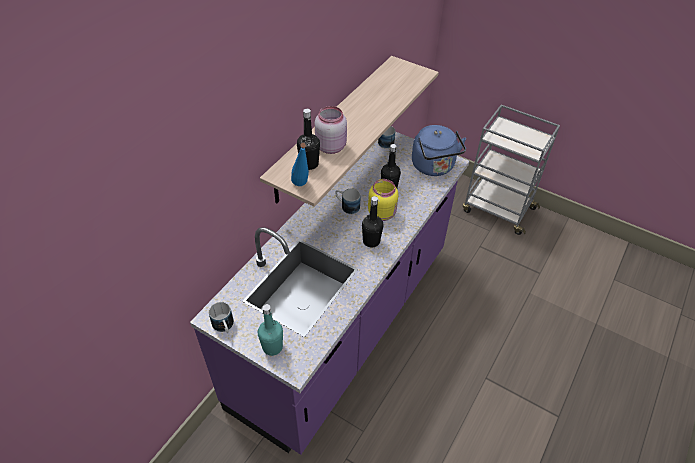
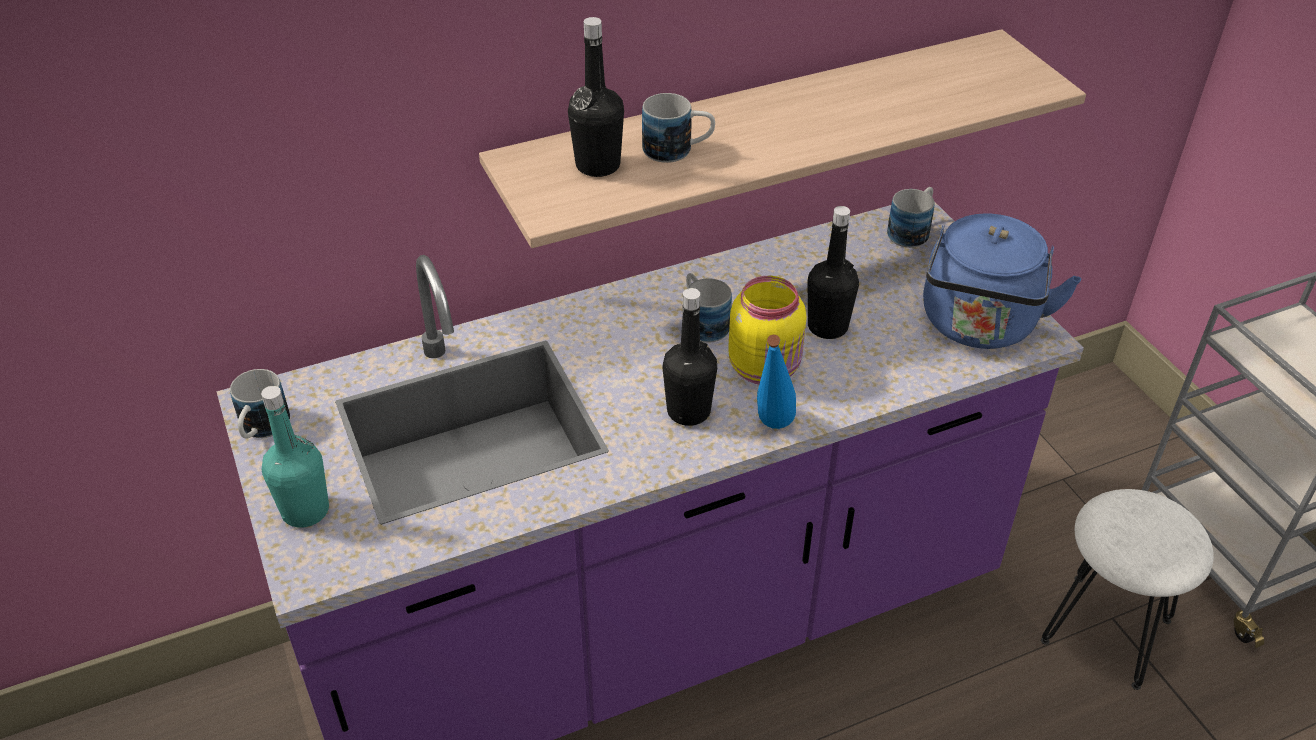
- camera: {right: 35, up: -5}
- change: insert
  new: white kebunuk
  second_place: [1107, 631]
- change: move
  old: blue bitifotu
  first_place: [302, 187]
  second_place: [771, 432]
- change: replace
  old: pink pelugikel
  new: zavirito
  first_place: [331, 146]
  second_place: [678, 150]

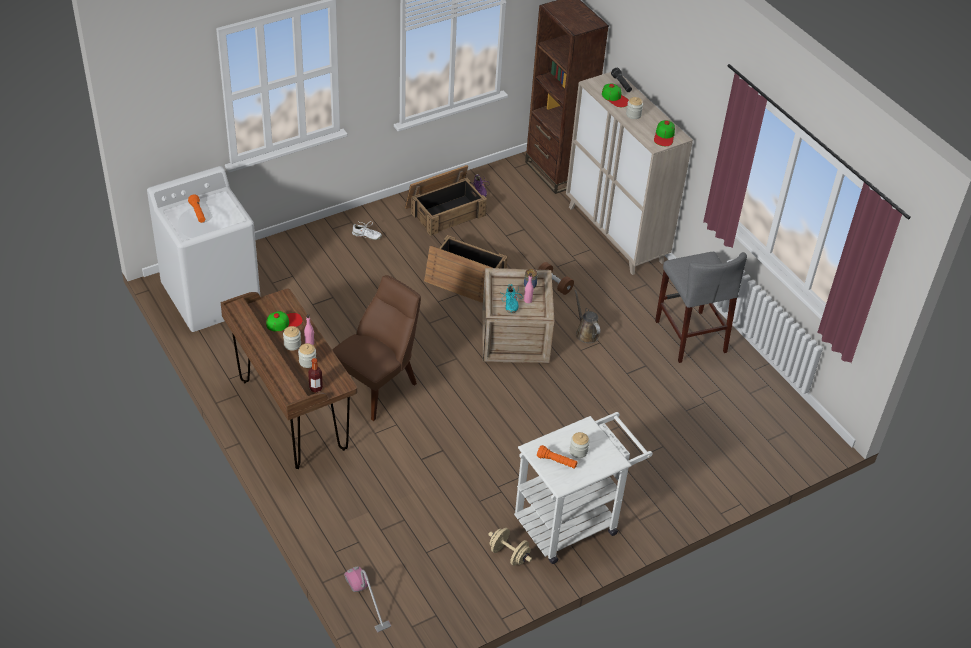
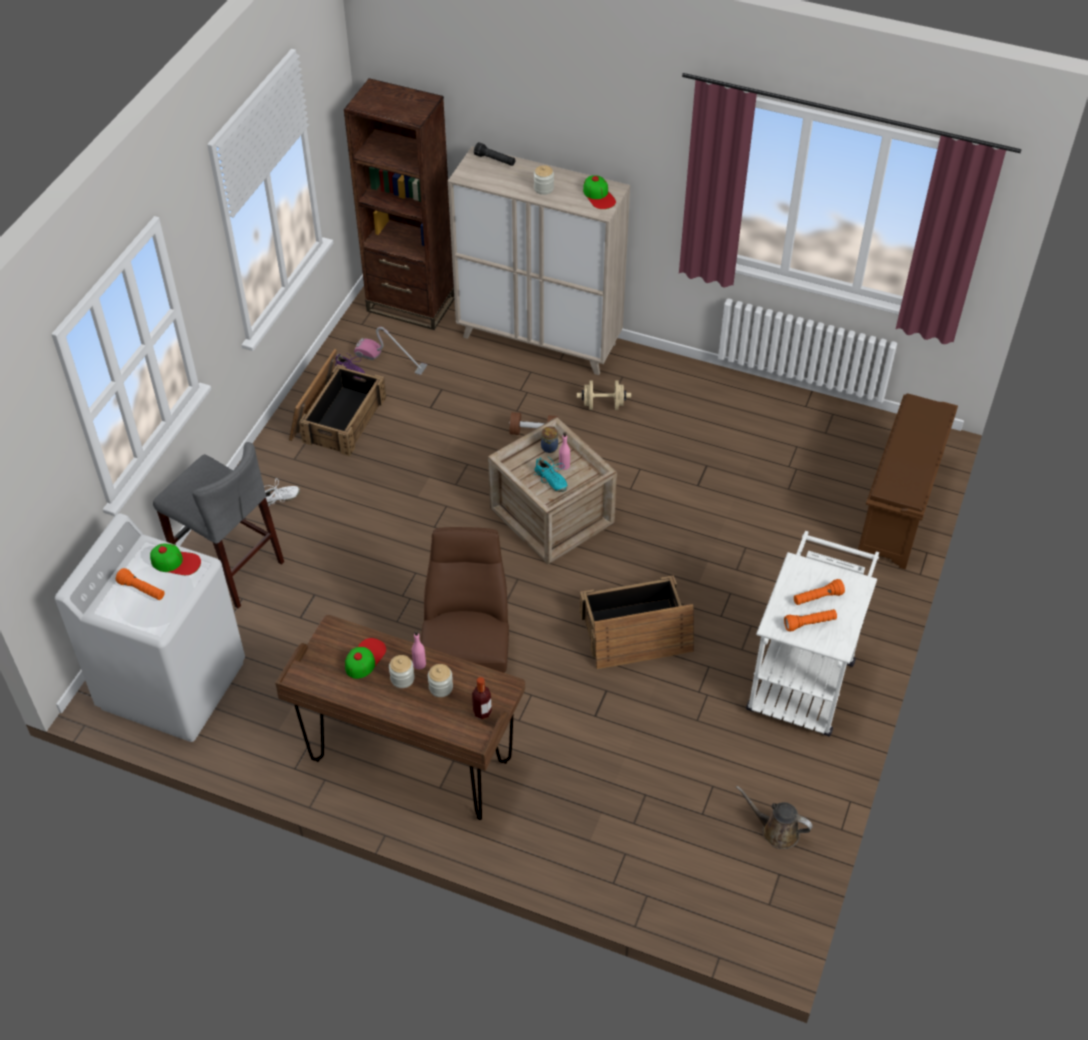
- camera: {right: -35, up: 5}
- change: insert
  new: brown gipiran
  second_place: [898, 511]
- change: move
  old: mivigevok
  first_place: [367, 601]
  second_place: [390, 360]
- change: move
  old: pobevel
  first_place: [464, 278]
  second_place: [635, 633]
- change: move
  old: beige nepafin
  first_place: [509, 554]
  second_place: [603, 405]
- change: move
  old: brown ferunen
  first_place: [586, 332]
  second_place: [776, 830]
- change: move
  old: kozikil
  first_place: [615, 98]
  second_place: [175, 562]
- change: move
  old: grey kebunuk
  first_place: [690, 336]
  second_place: [230, 566]
- change: replace
  old: pelugikel
  new: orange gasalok
  first_place: [578, 451]
  second_place: [817, 598]

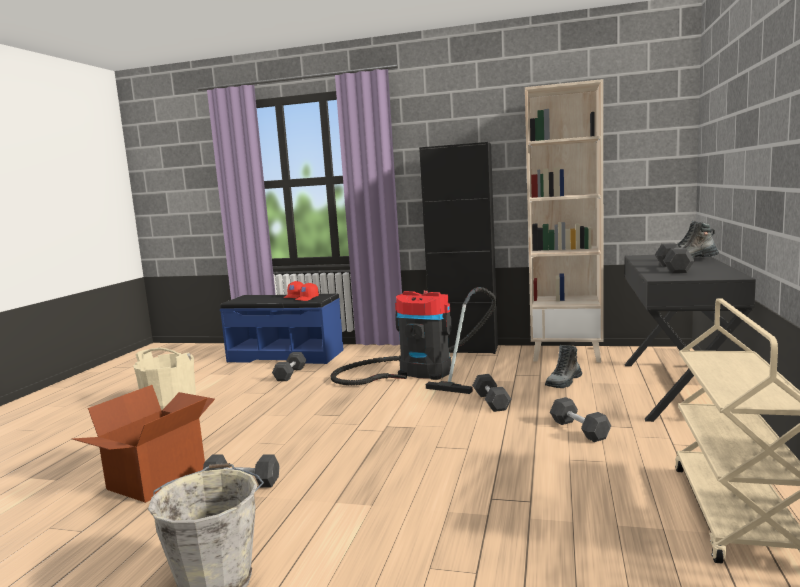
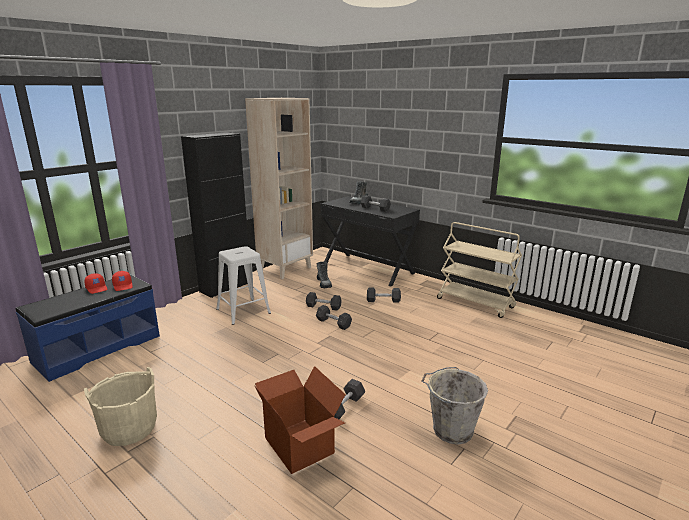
- camera: {right: -65, up: 10}
- change: move
  old: grey nepafin
  first_place: [290, 374]
  second_place: [333, 323]
- change: replace
  old: mivigevok
  new: white kebunuk
  first_place: [419, 372]
  second_place: [243, 311]

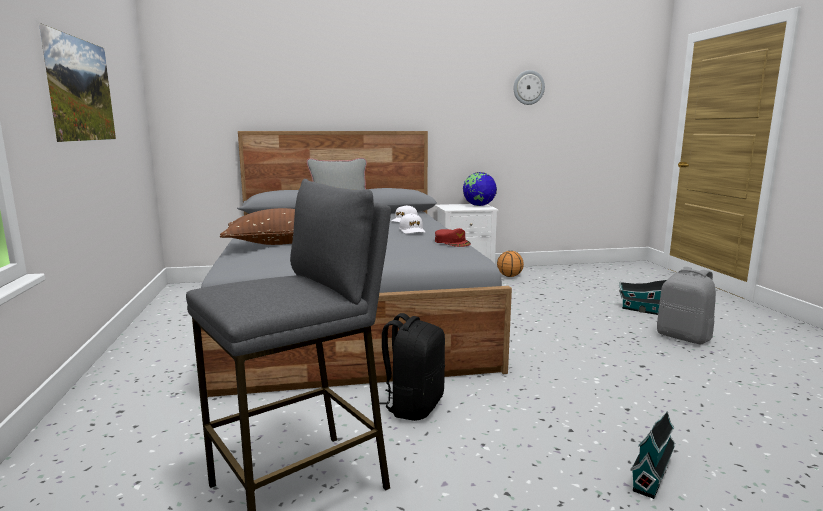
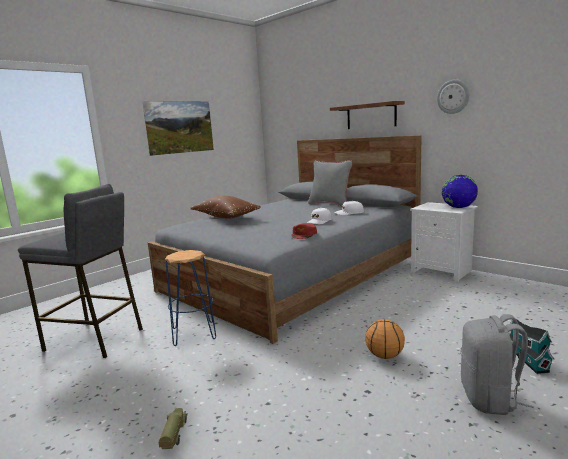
- camera: {right: 55, up: 0}
- change: insert
  new: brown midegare
  second_place: [371, 116]
- change: move
  old: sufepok
  first_place: [510, 276]
  second_place: [385, 356]
- change: move
  old: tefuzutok
  first_place: [528, 87]
  second_place: [453, 96]
- change: replace
  old: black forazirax
  new: blue kebunuk
  first_place: [413, 405]
  second_place: [194, 333]
- change: replace
  old: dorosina
  new: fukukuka
  first_place: [652, 473]
  second_place: [173, 435]

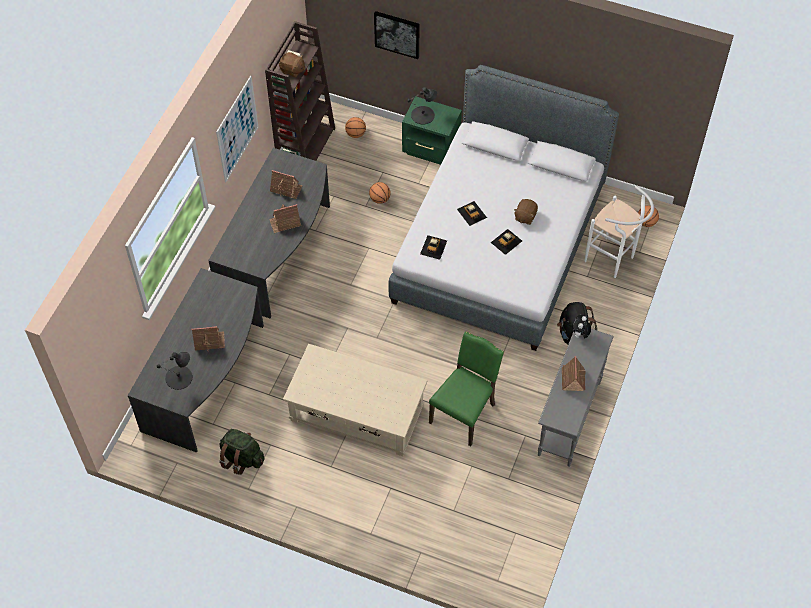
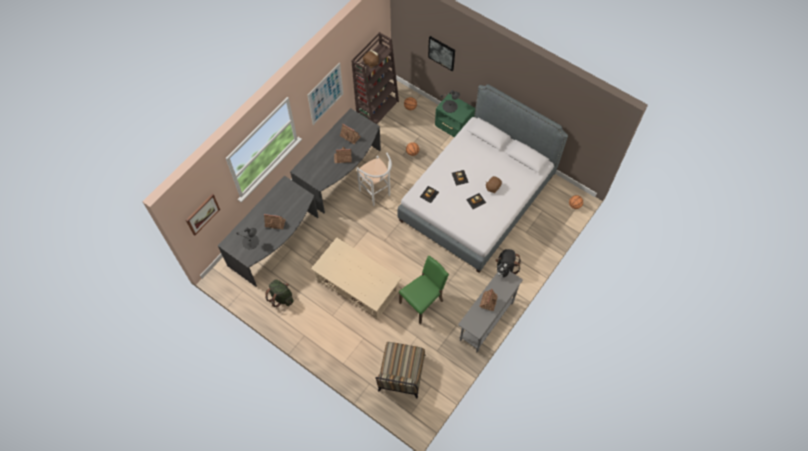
- camera: {right: 15, up: 5}
- change: insert
  new: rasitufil
  second_place: [202, 214]
- change: insert
  new: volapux
  second_place: [401, 376]
- change: move
  old: white kebunuk
  first_place: [613, 261]
  second_place: [377, 195]

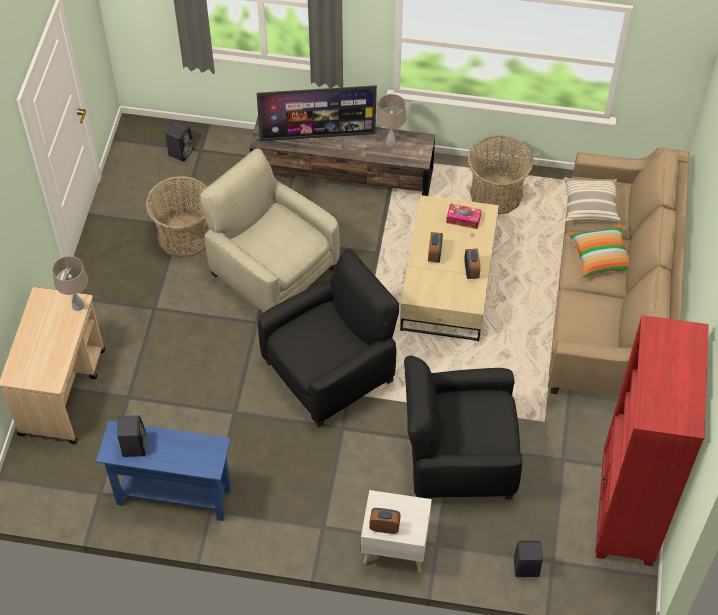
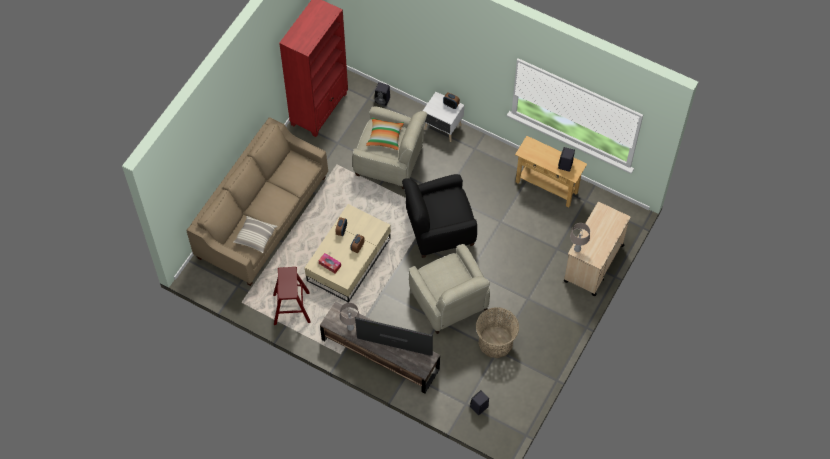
- camera: {right: -160, up: 5}
- change: move
  old: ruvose
  first_place: [600, 257]
  second_place: [385, 137]
- change: replace
  old: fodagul
  new: red kebunuk
  first_place: [496, 194]
  second_place: [291, 308]
- change: recolor
  old: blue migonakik
  new: beige migonakik
  first_place: [174, 496]
  second_place: [546, 187]
- change: recolor
  old: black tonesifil
  new: beige tonesifil
  first_place: [458, 456]
  second_place: [390, 161]

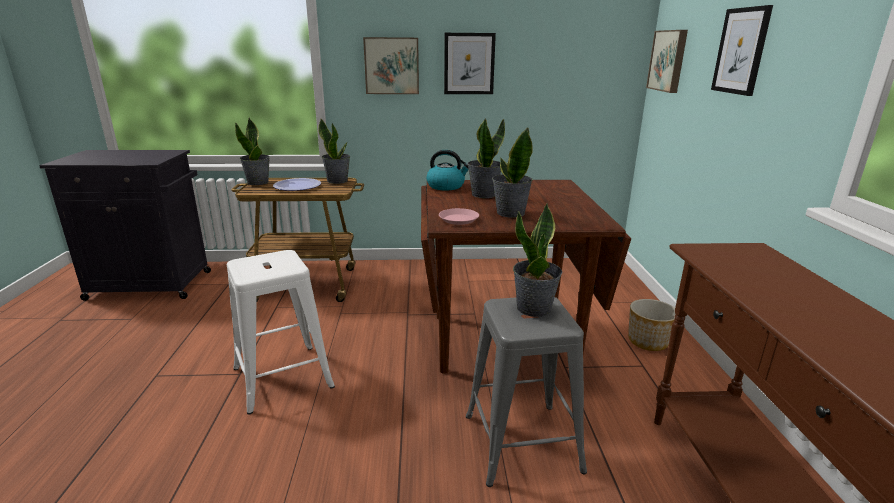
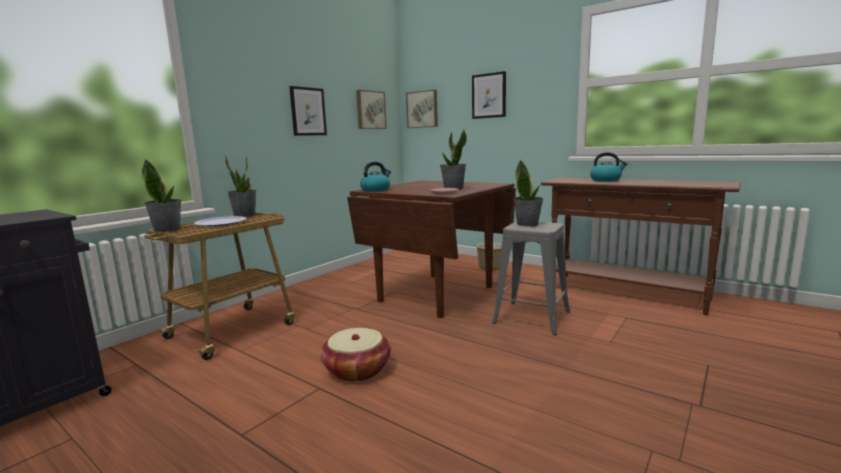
- camera: {right: -50, up: -10}
- change: delete
  old: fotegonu
  first_place: [483, 194]
- change: insert
  new: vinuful
  second_place: [606, 180]
- change: move
  old: rasitufil
  first_place: [392, 66]
  second_place: [370, 110]
- change: replace
  old: white kebunuk
  new: fodagul
  first_place: [283, 377]
  second_place: [357, 370]

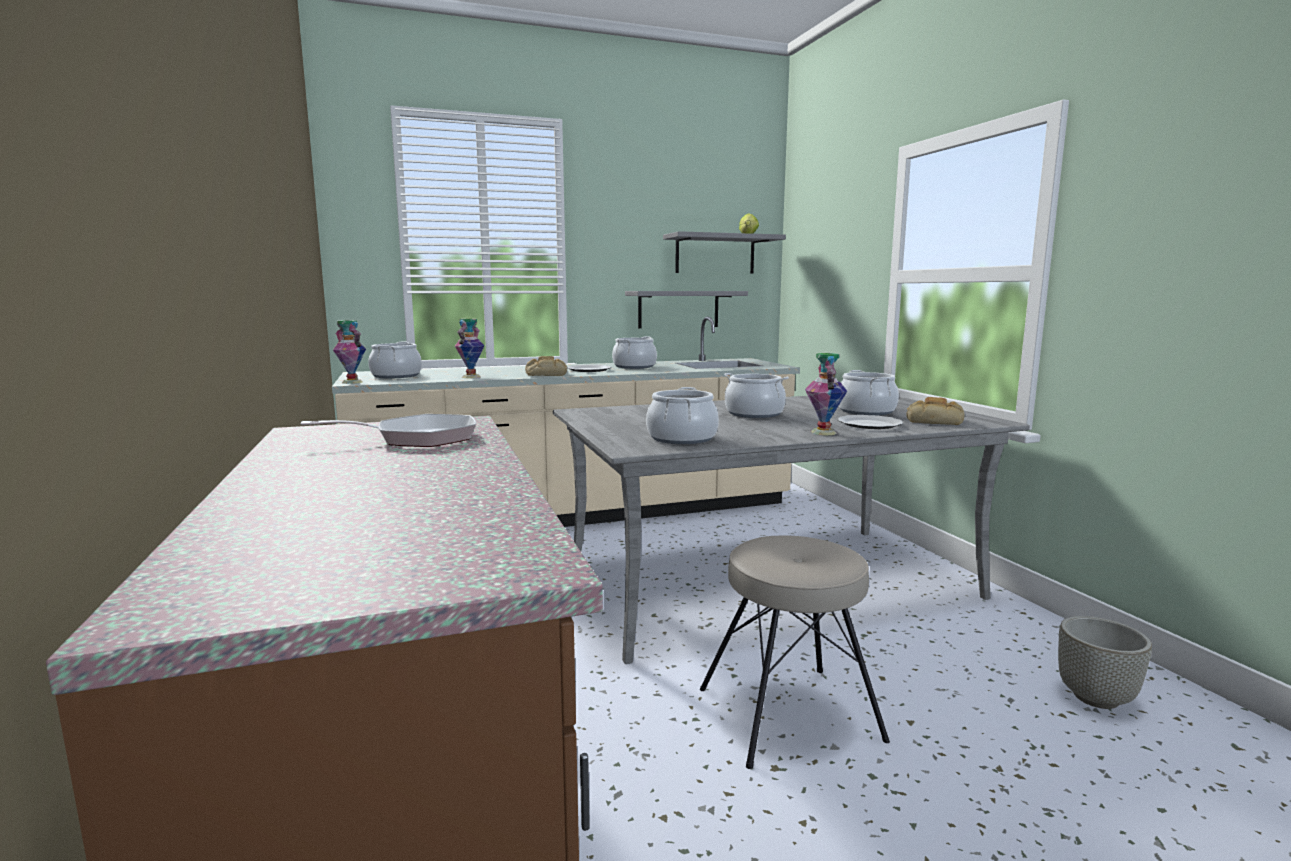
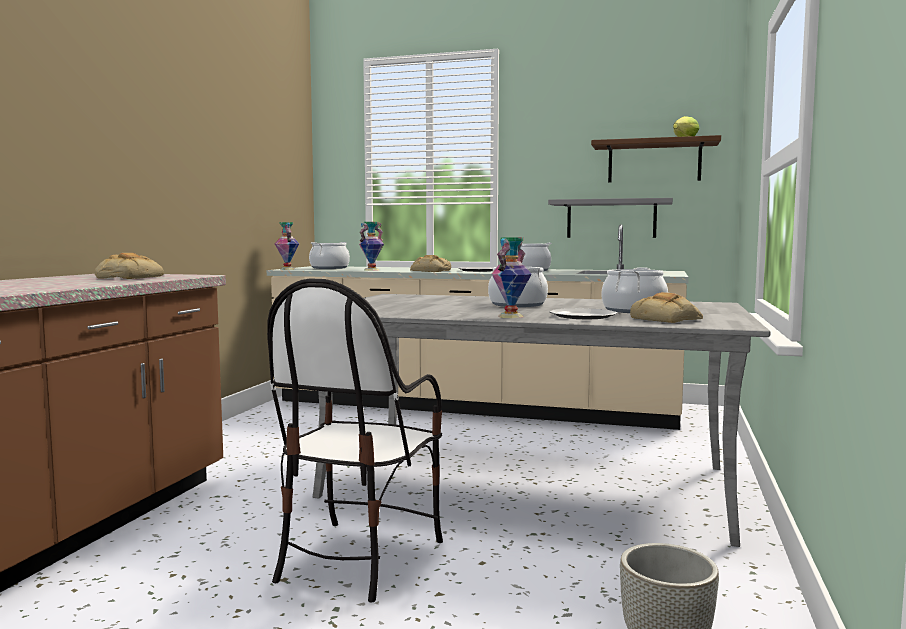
- camera: {right: 35, up: -5}
- change: delete
  old: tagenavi
  first_place: [682, 438]
- change: replace
  old: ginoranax
  new: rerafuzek
  first_place: [418, 438]
  second_place: [129, 277]
- change: replace
  old: beige kebunuk
  new: volapux
  first_place: [790, 715]
  second_place: [357, 558]
- change: recolor
  old: grey midegare
  new: brown midegare
  first_place: [715, 254]
  second_place: [654, 162]

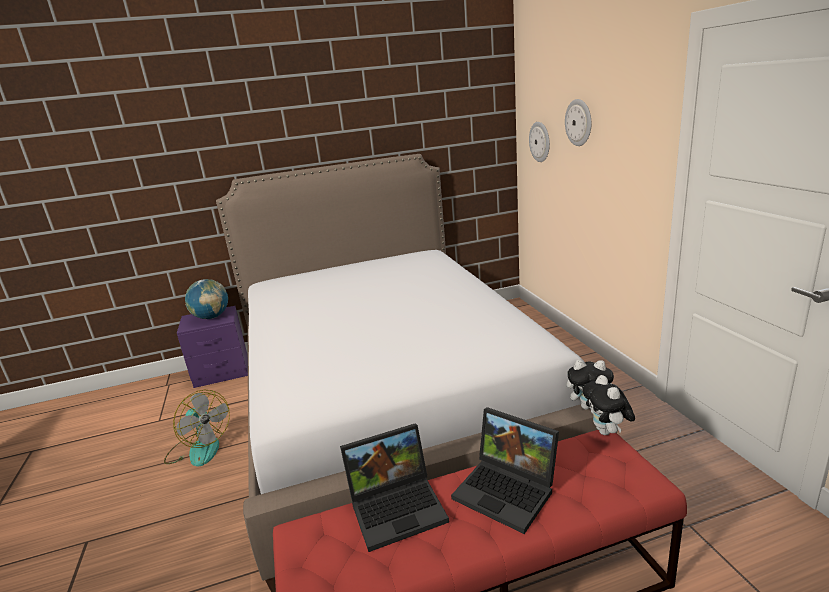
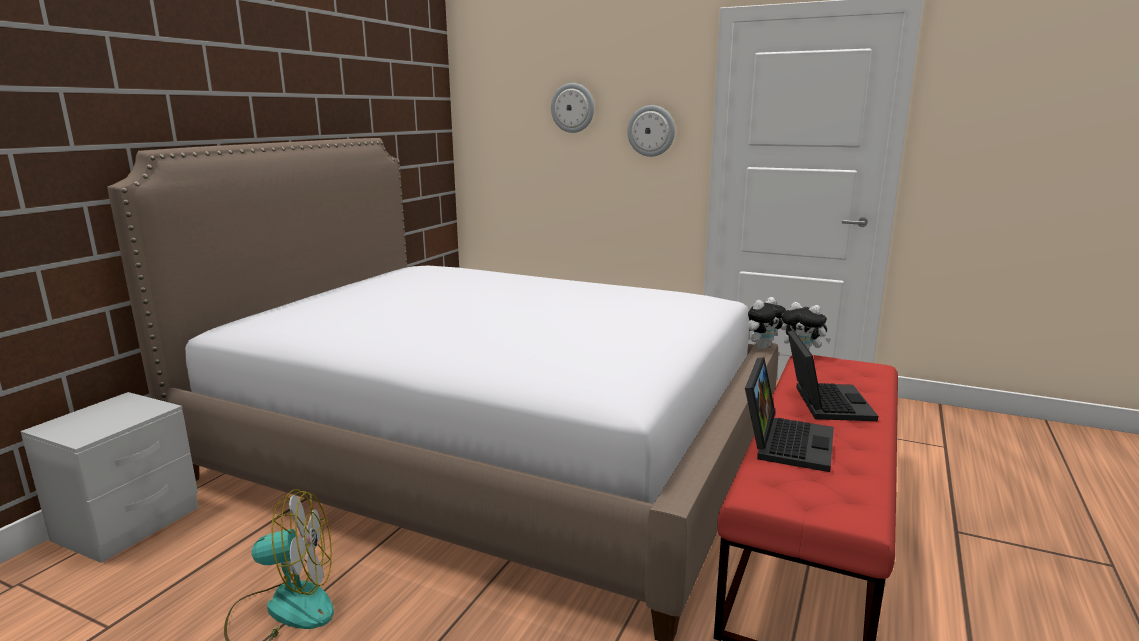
- camera: {right: -50, up: -5}
- change: delete
  old: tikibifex
  first_place: [211, 317]
- change: move
  old: tefuzutok
  first_place: [540, 141]
  second_place: [651, 131]
- change: recolor
  old: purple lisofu
  new: grey lisofu
  first_place: [222, 372]
  second_place: [127, 524]
- change: rotate
  old: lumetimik
  first_place: [508, 490]
  second_place: [824, 402]
  degrees: -75

